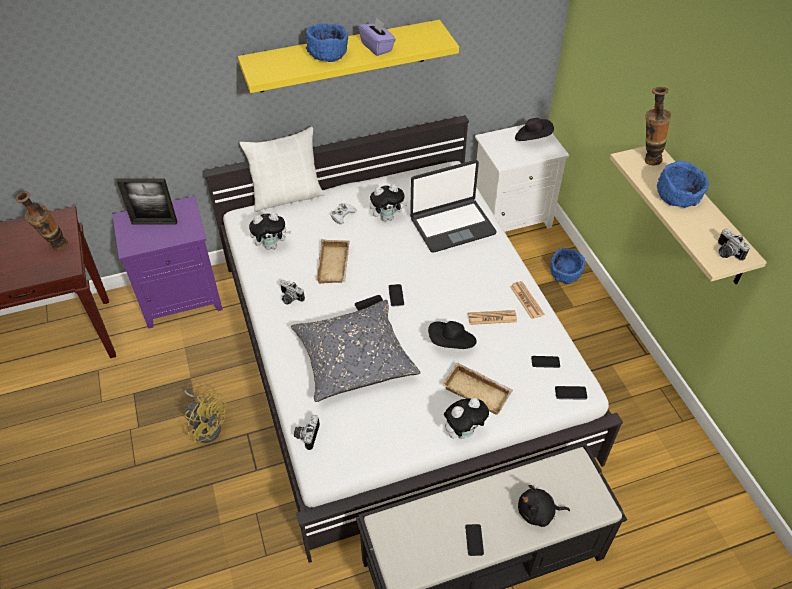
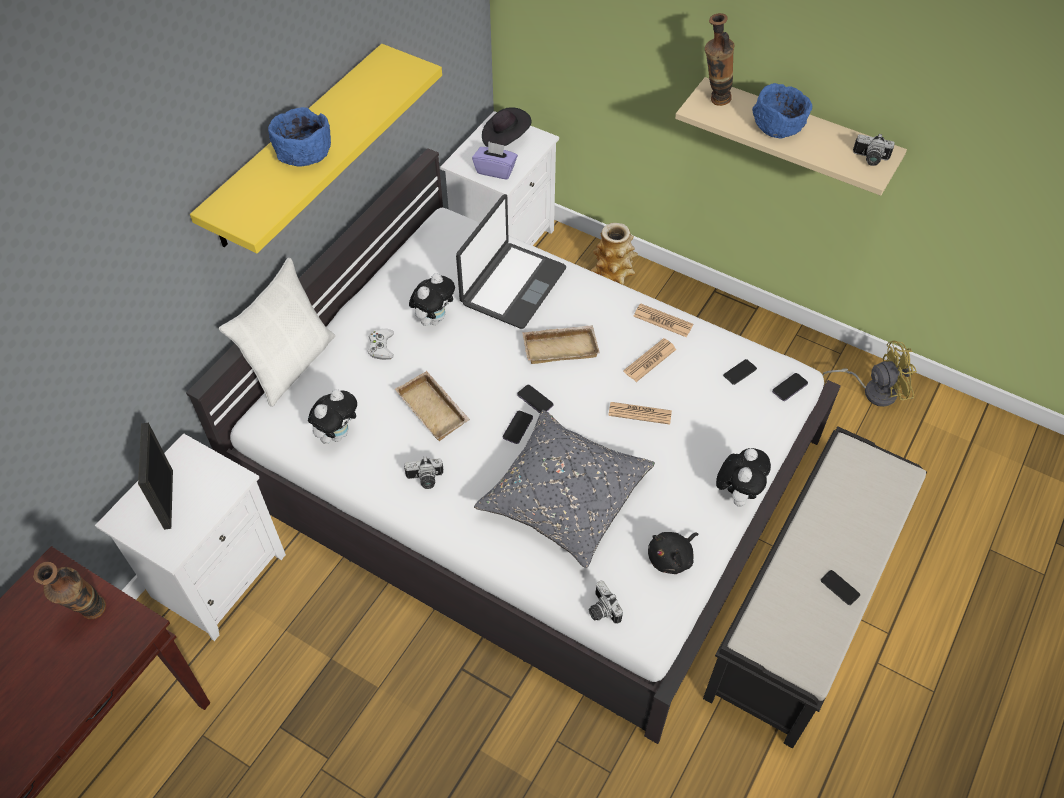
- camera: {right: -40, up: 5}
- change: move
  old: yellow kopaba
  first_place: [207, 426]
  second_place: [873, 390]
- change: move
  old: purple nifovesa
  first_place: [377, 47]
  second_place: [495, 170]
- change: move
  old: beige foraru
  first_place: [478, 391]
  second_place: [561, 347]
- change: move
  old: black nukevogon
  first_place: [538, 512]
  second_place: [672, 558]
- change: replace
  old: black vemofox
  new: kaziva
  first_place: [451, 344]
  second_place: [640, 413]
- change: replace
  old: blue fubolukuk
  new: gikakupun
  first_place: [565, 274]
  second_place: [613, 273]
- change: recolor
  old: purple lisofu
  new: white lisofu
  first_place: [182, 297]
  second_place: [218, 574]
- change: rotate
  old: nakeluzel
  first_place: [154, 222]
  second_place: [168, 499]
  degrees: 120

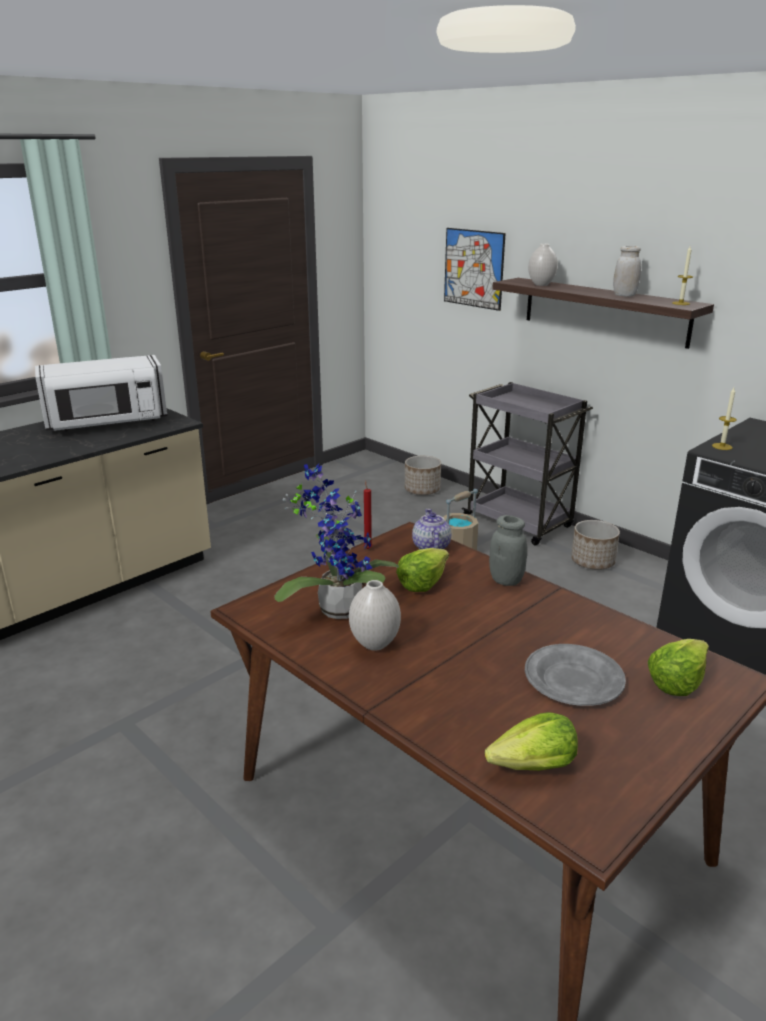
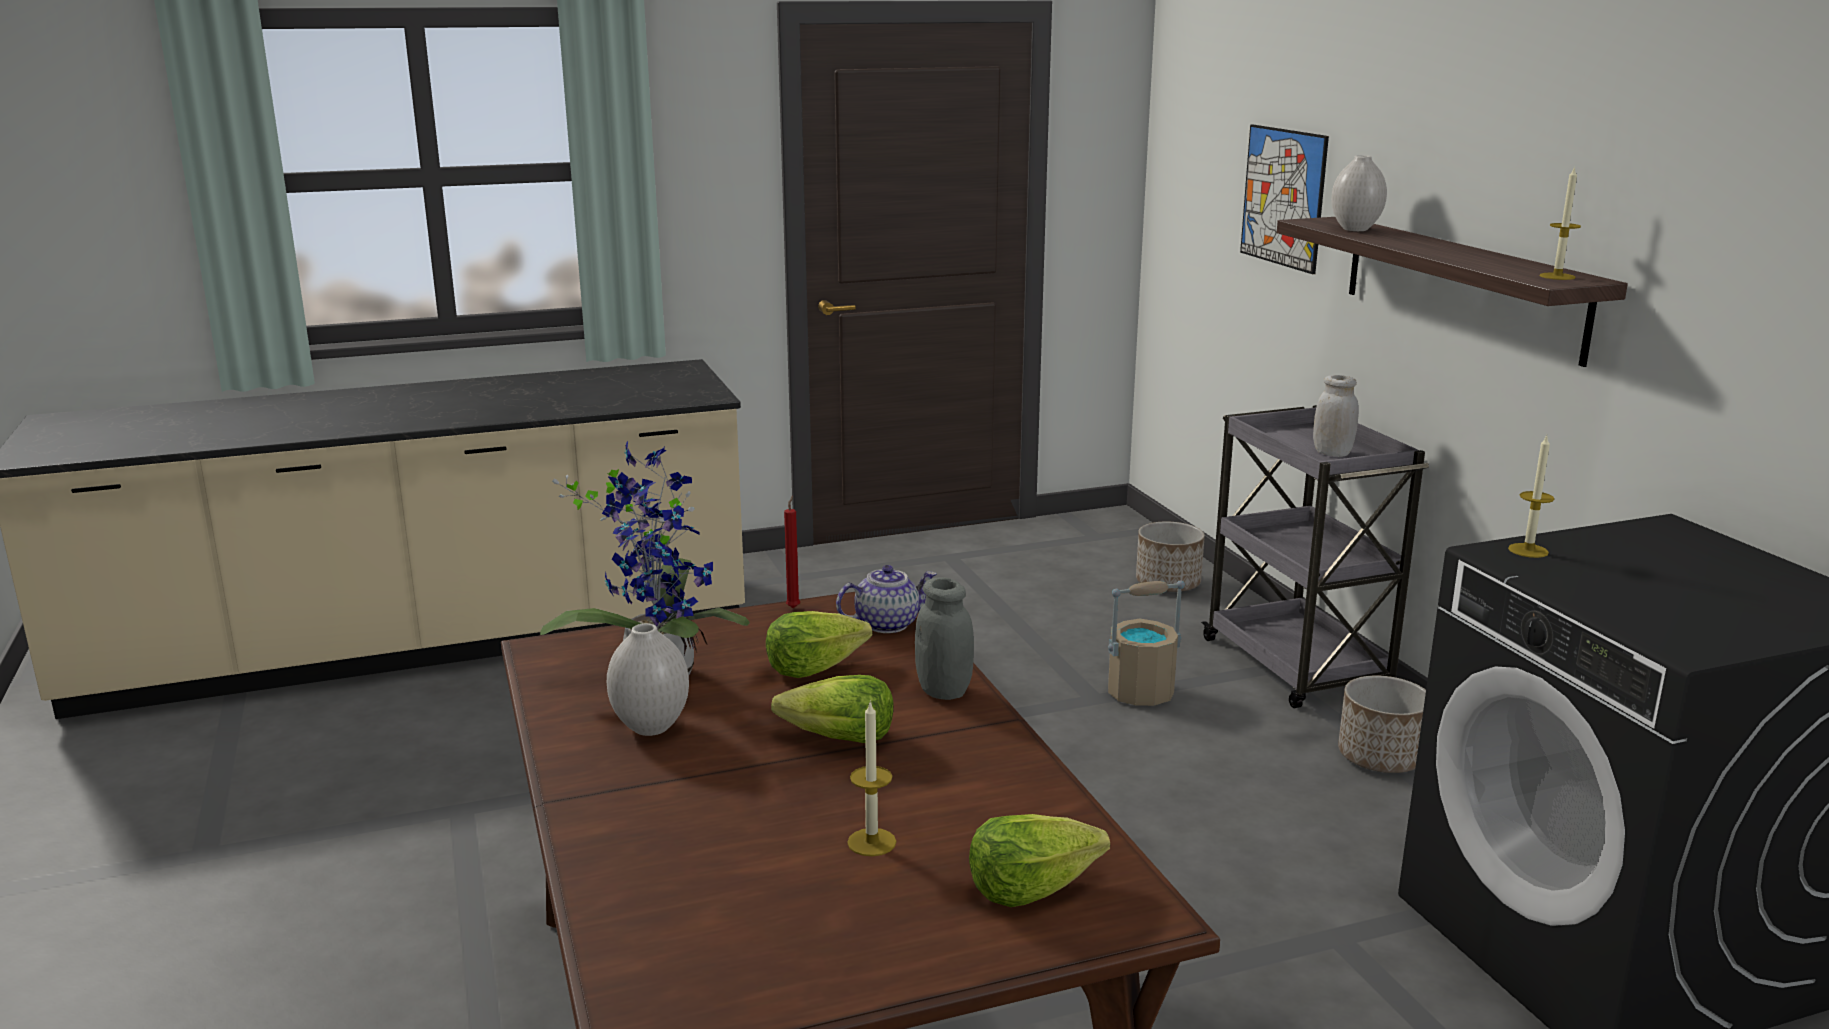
- camera: {right: 25, up: -5}
- change: delete
  old: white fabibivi
  first_place: [107, 422]
- change: move
  old: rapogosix
  first_place: [534, 766]
  second_place: [838, 739]
- change: move
  old: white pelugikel
  first_place: [624, 295]
  second_place: [1332, 453]
- change: replace
  old: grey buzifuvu
  new: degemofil
  first_place: [574, 680]
  second_place: [871, 842]
- change: rotate
  old: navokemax
  first_place: [430, 547]
  second_place: [887, 624]
  degrees: 45

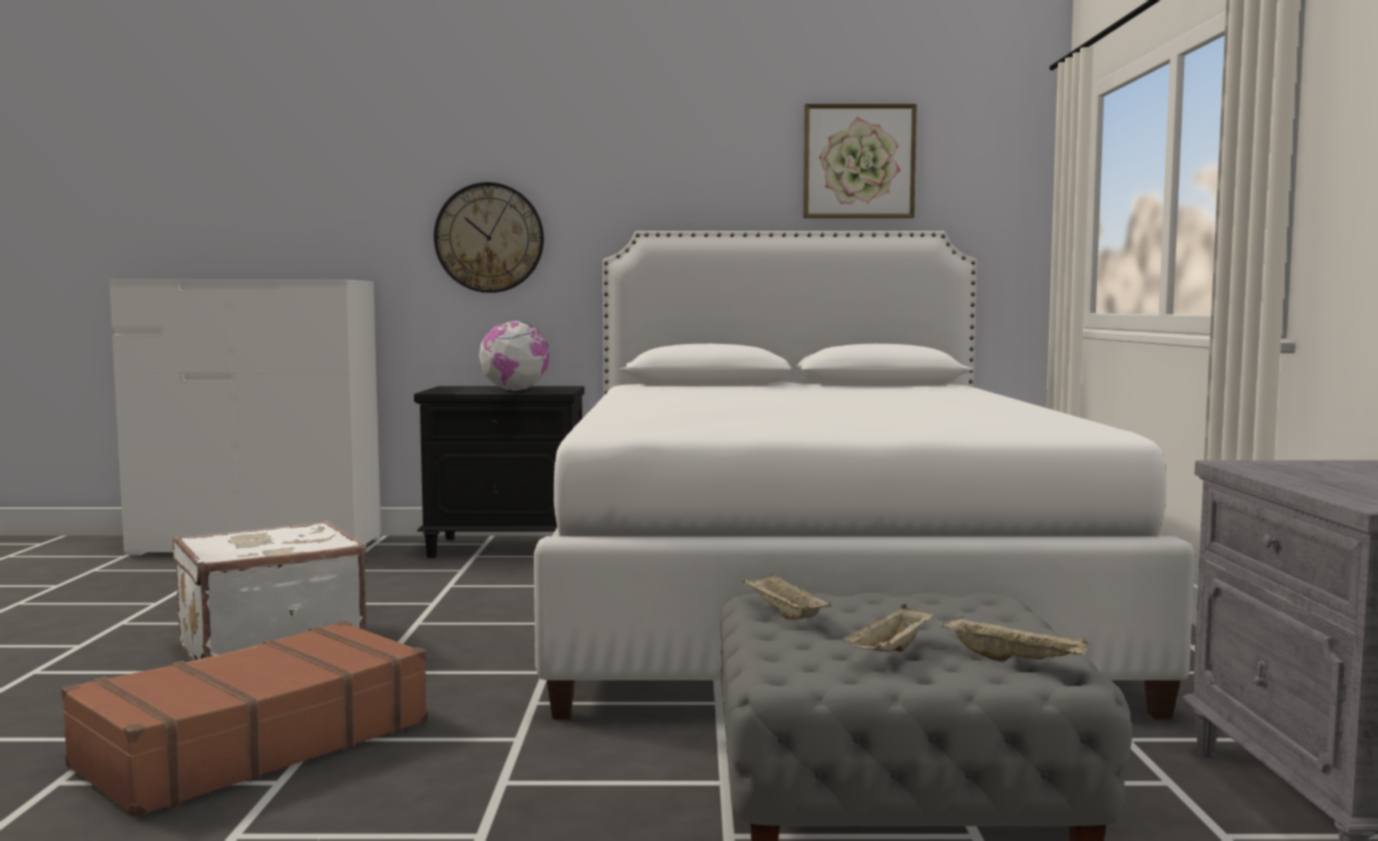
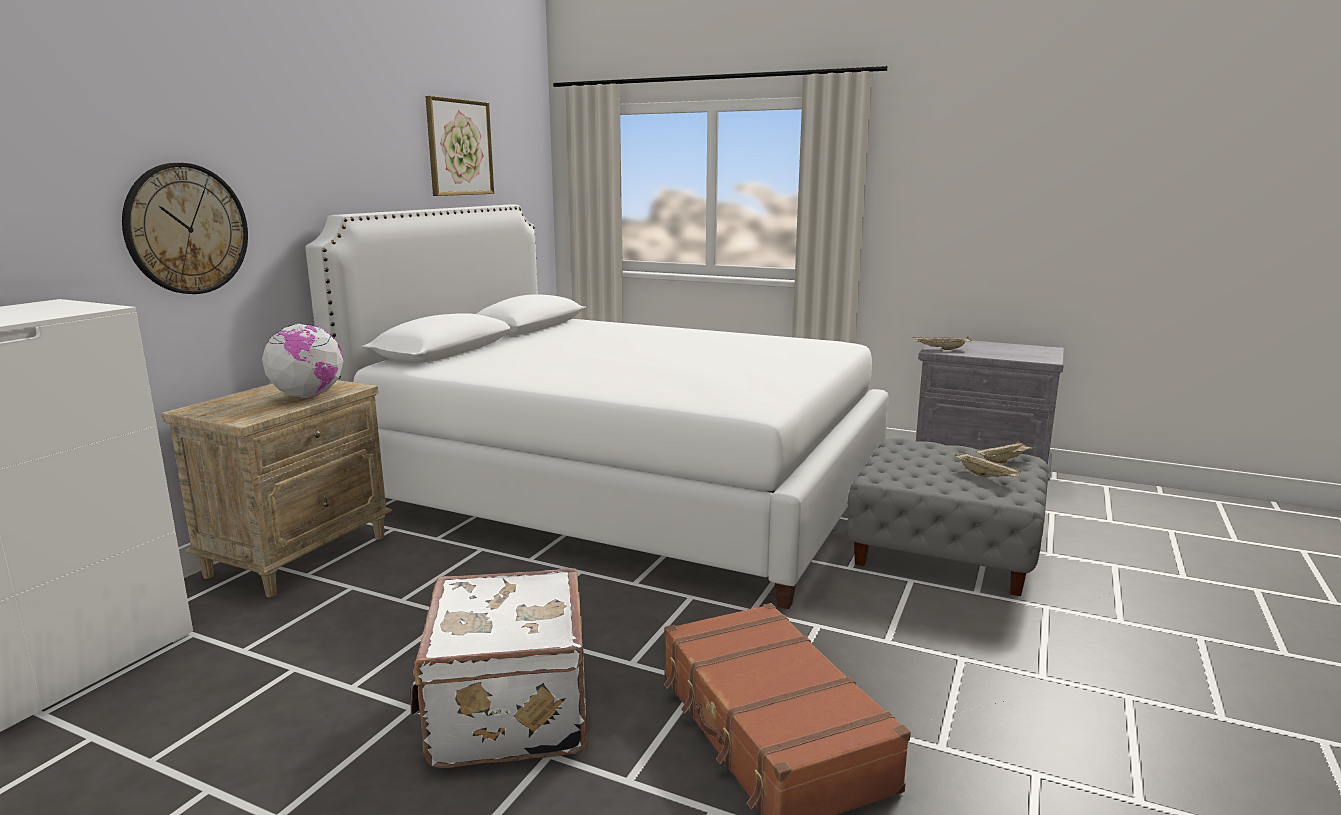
- camera: {right: -65, up: 10}
- change: move
  old: beige foraru
  first_place: [783, 614]
  second_place: [940, 349]
- change: recolor
  old: black lisofu
  new: beige lisofu
  first_place: [508, 547]
  second_place: [299, 555]

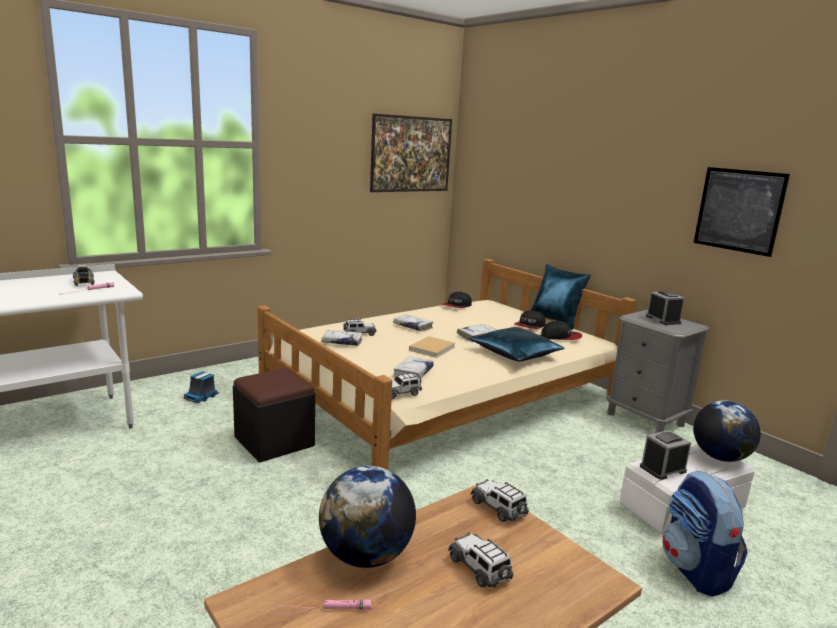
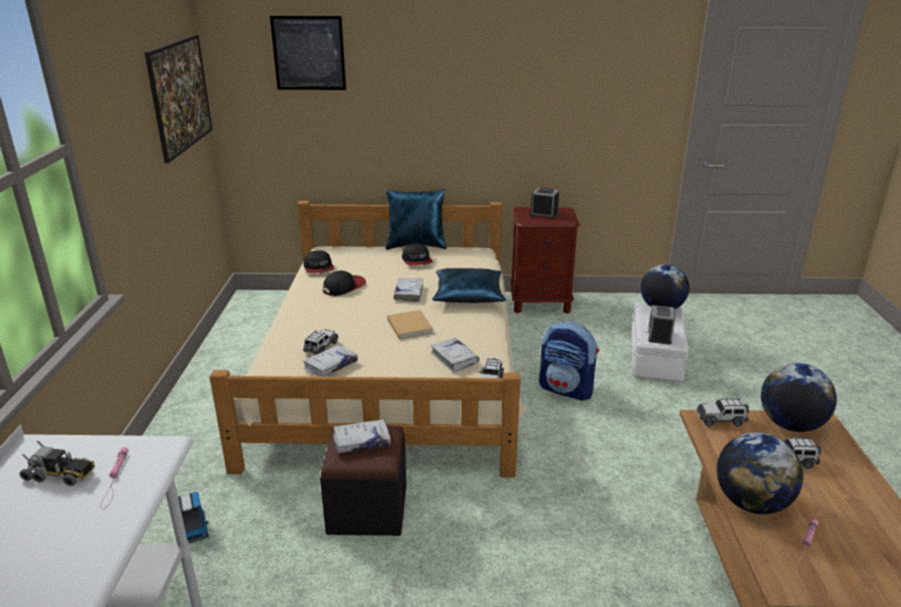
- camera: {right: -50, up: 10}
- change: insert
  new: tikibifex
  second_place: [790, 425]
- change: move
  old: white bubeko
  first_place: [413, 326]
  second_place: [361, 442]
- change: move
  old: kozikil
  first_place: [561, 337]
  second_place: [344, 287]
- change: move
  old: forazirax
  first_place: [696, 571]
  second_place: [567, 389]
- change: move
  old: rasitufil
  first_place: [739, 210]
  second_place: [309, 53]
- change: recolor
  old: grey lisofu
  new: brown lisofu
  first_place: [645, 419]
  second_place: [540, 303]

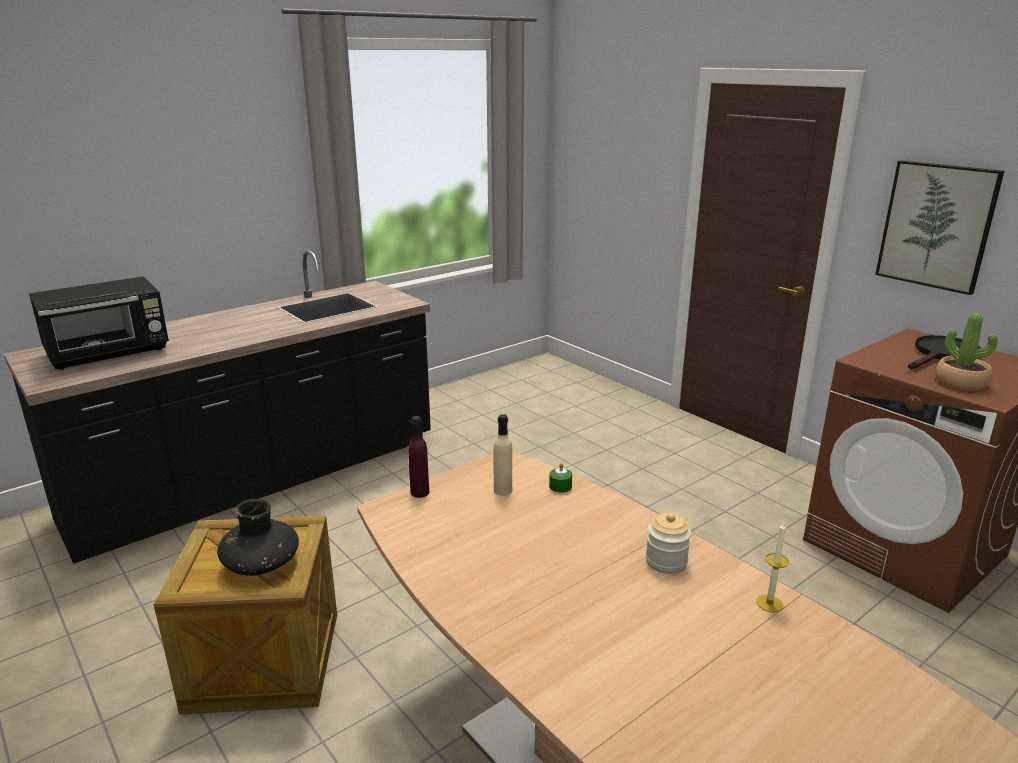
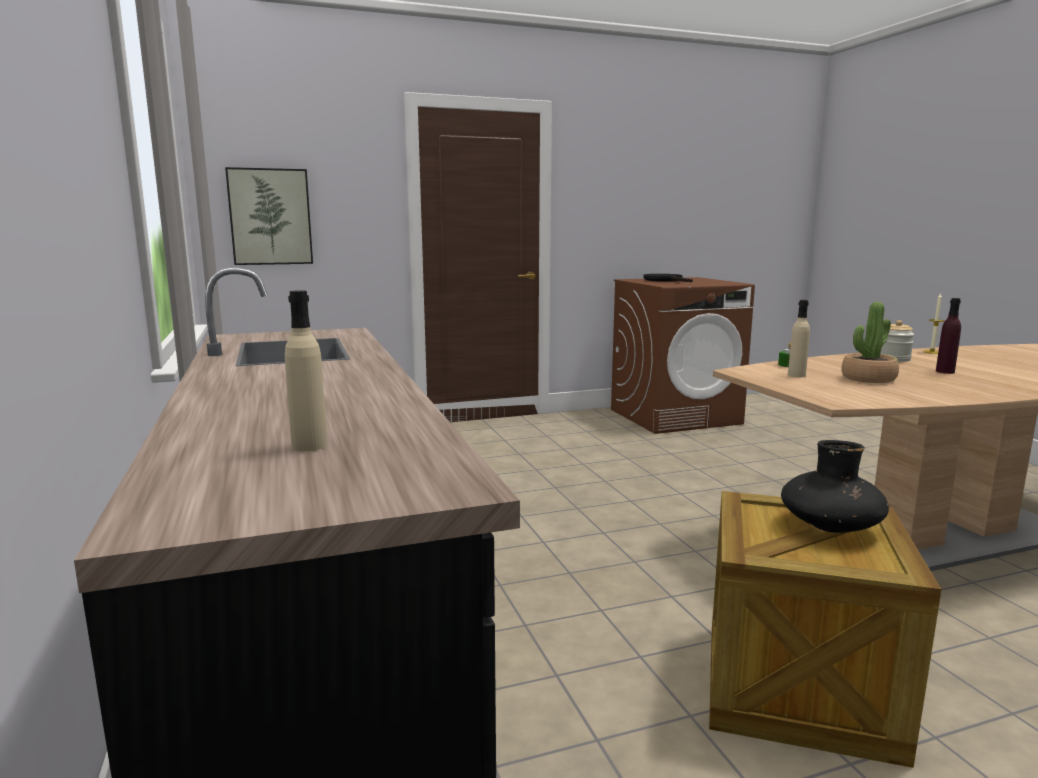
- camera: {right: -70, up: -10}
- change: move
  old: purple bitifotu
  first_place: [420, 492]
  second_place: [945, 371]
- change: move
  old: rasitufil
  first_place: [937, 226]
  second_place: [270, 217]
- change: move
  old: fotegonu
  first_place: [961, 382]
  second_place: [868, 378]
- change: replace
  old: black fabibivi
  new: beige bitifotu
  first_place: [109, 353]
  second_place: [309, 446]

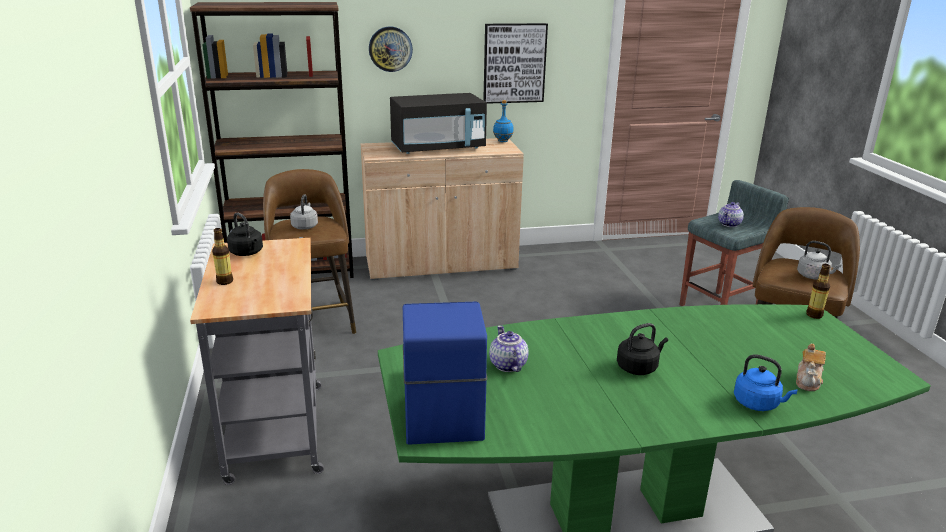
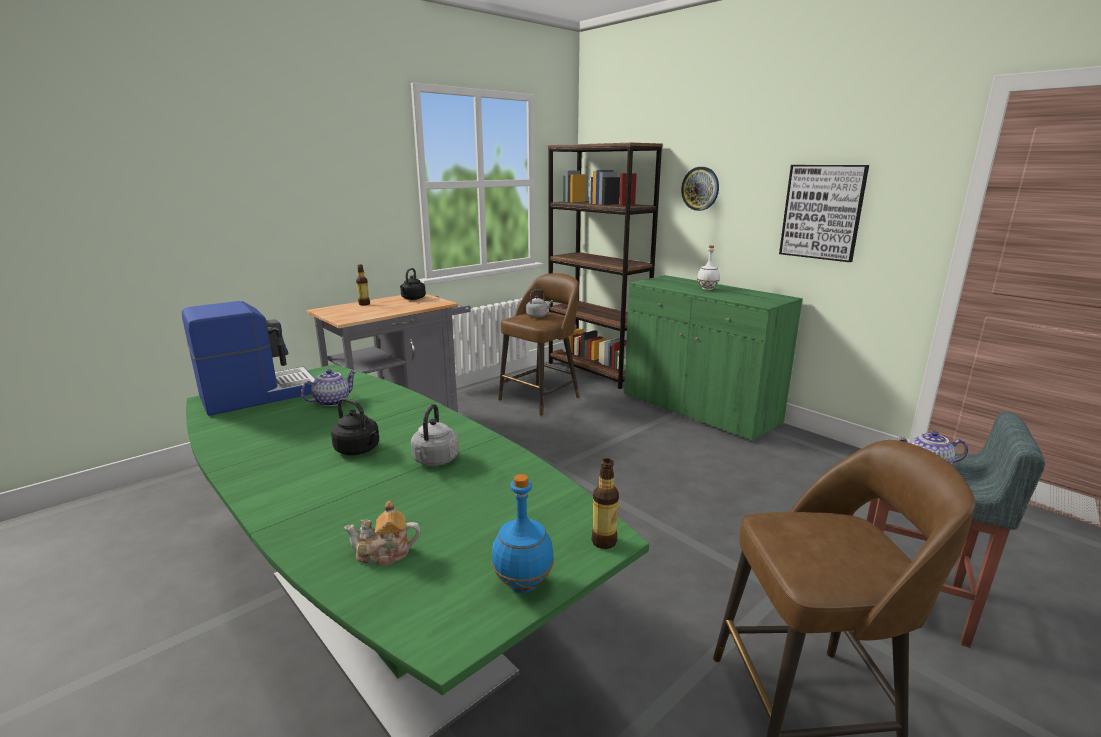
- camera: {right: 60, up: -5}
- change: delete
  old: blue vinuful
  first_place: [758, 404]
- change: move
  old: blue bitifotu
  first_place: [502, 141]
  second_place: [523, 583]
- change: move
  old: grey vinuful
  first_place: [814, 276]
  second_place: [434, 461]
- change: replace
  old: black fabibivi
  new: white bitifotu
  first_place: [438, 148]
  second_place: [707, 289]
- change: recolor
  old: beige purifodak
  new: green purifodak
  first_place: [441, 264]
  second_place: [698, 409]

